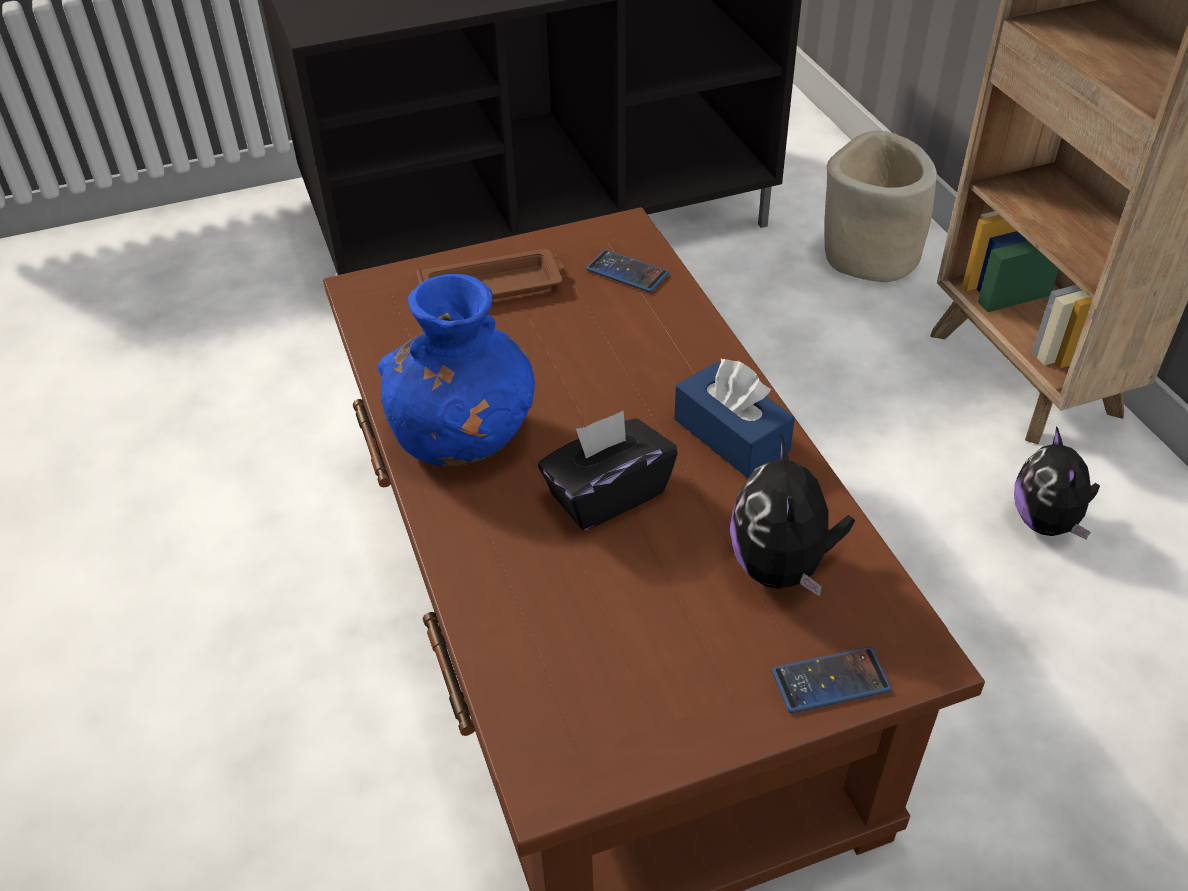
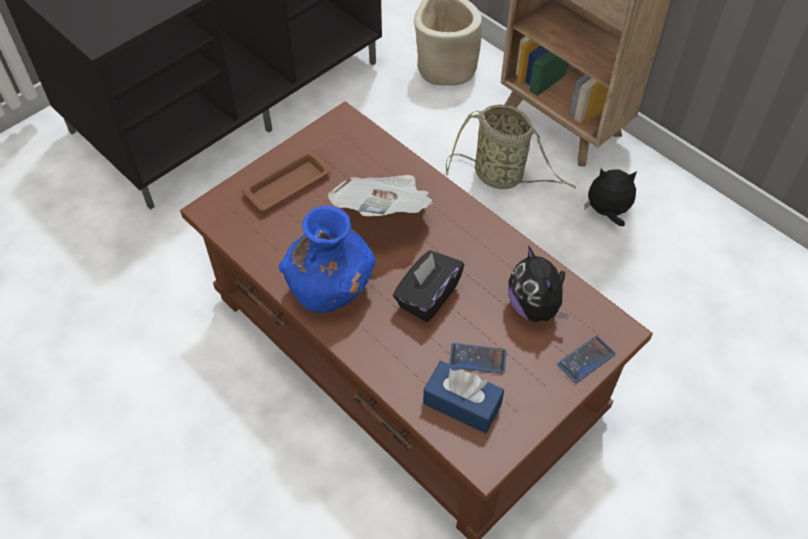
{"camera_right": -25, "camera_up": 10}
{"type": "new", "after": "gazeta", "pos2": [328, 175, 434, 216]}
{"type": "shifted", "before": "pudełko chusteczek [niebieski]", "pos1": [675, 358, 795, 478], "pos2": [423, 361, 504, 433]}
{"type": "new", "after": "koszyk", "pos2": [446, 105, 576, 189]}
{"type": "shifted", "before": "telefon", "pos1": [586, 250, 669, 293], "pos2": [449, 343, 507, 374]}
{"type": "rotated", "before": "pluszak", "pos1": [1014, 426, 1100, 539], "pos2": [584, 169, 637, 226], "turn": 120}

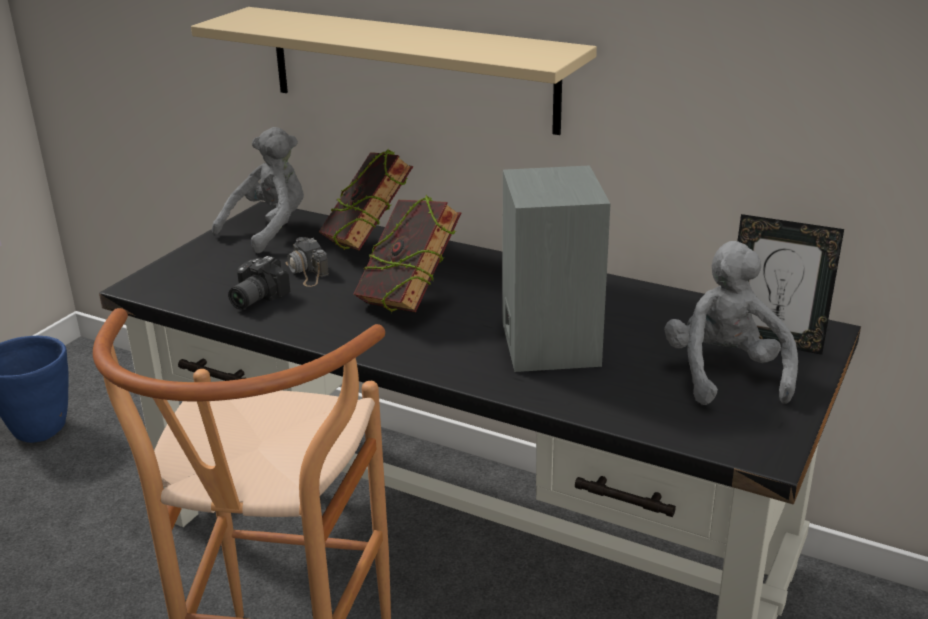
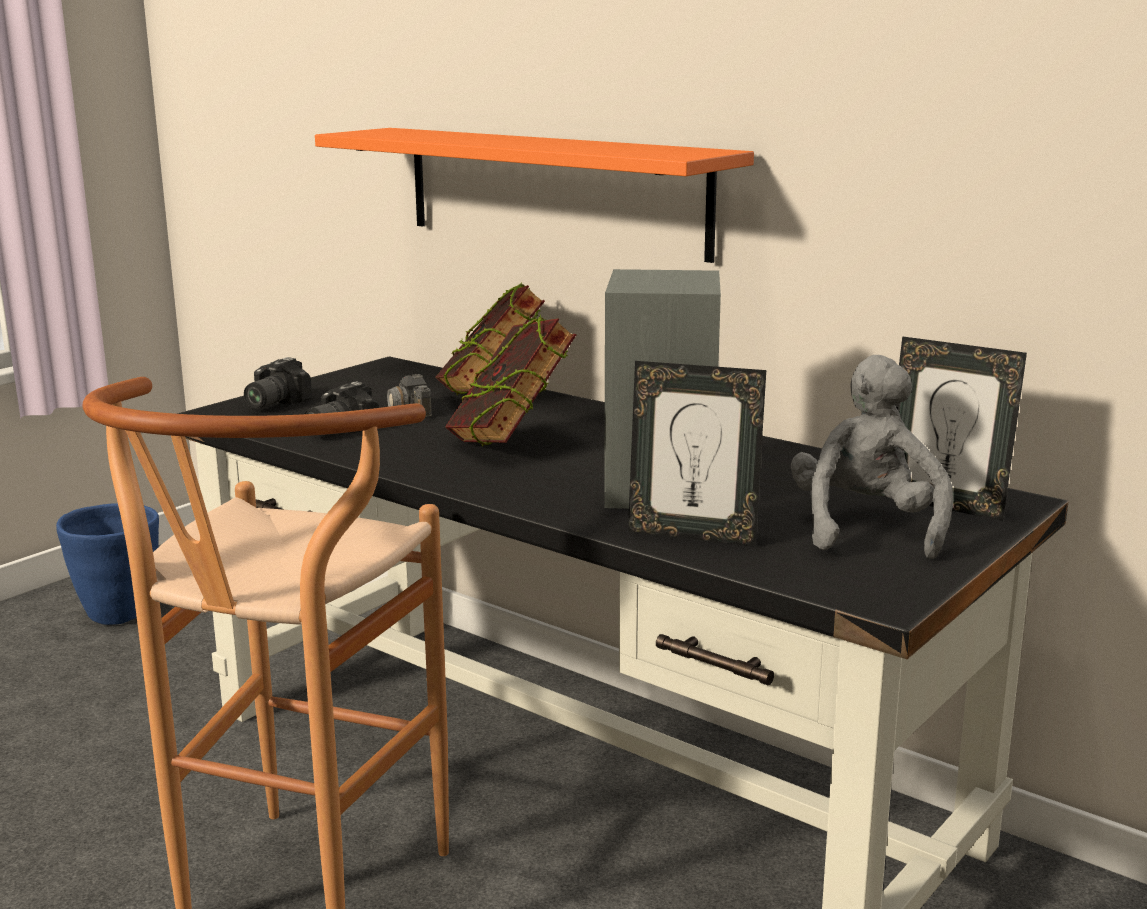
{"camera_right": 10, "camera_up": -10}
{"type": "new", "after": "aparat fotograficzny", "pos2": [244, 357, 312, 408]}
{"type": "repainted", "before": "półka [beżowy]", "after": "półka [pomarańczowy]", "pos1": [191, 7, 597, 135], "pos2": [315, 128, 754, 263]}
{"type": "new", "after": "ramka na zdjęcie", "pos2": [628, 361, 766, 547]}
{"type": "gone", "before": "pluszak [szary]", "pos1": [212, 127, 304, 254]}

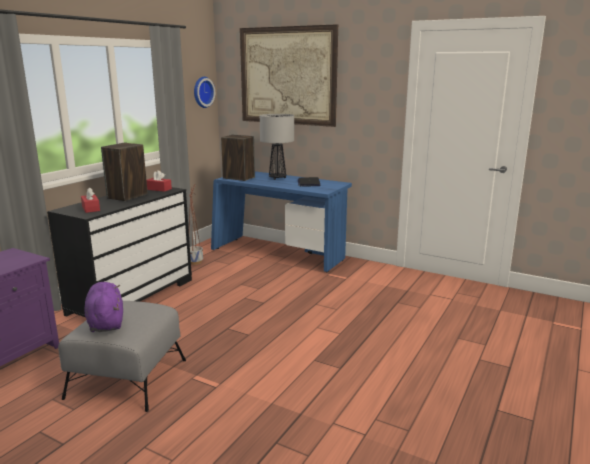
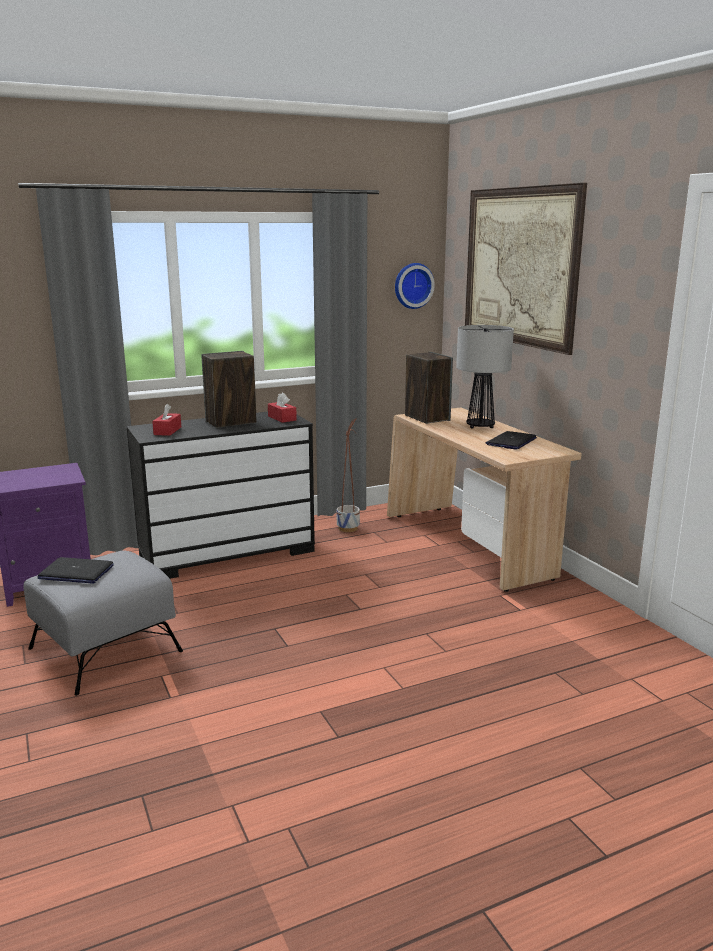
{"camera_right": 35, "camera_up": 0}
{"type": "swapped", "before": "pluszak [fioletowy]", "after": "laptop", "pos1": [84, 282, 123, 332], "pos2": [38, 557, 114, 583]}
{"type": "repainted", "before": "biurko [niebieski]", "after": "biurko [beżowy]", "pos1": [211, 171, 352, 272], "pos2": [387, 407, 582, 592]}

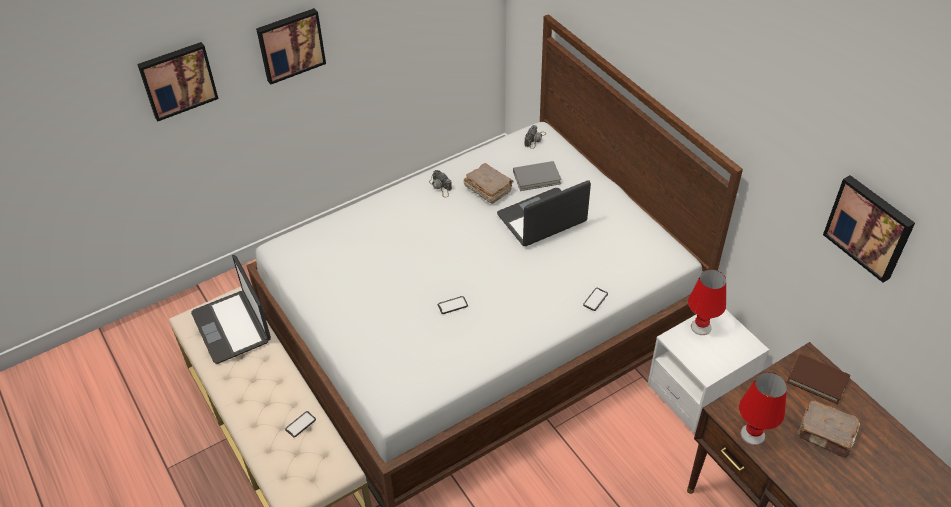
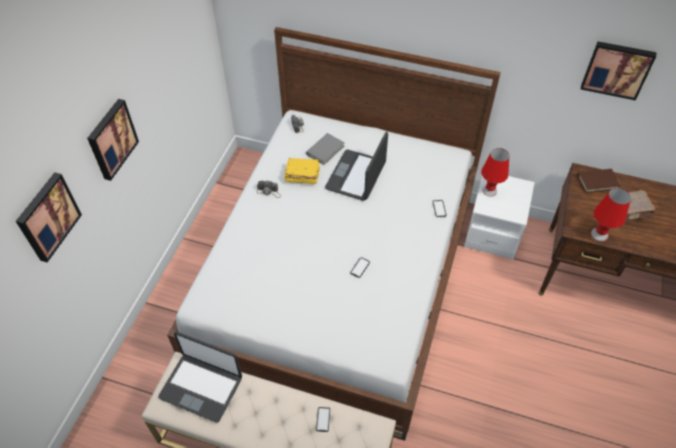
{"camera_right": -40, "camera_up": 5}
{"type": "repainted", "before": "książka [brązowy]", "after": "książka [żółty]", "pos1": [464, 163, 513, 204], "pos2": [284, 158, 320, 184]}

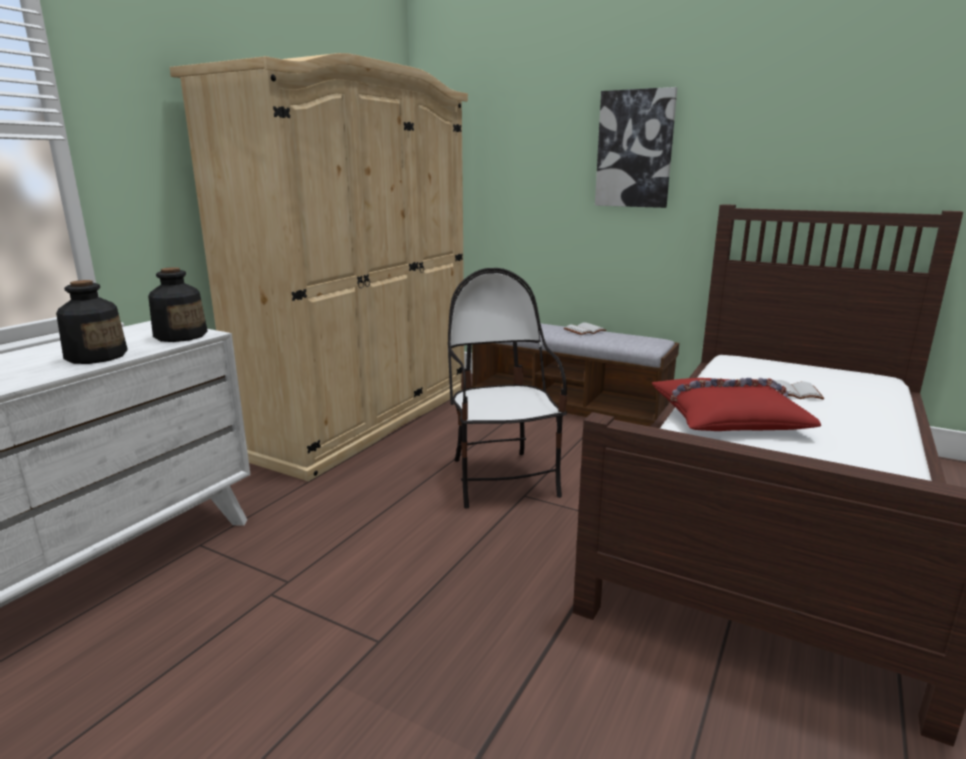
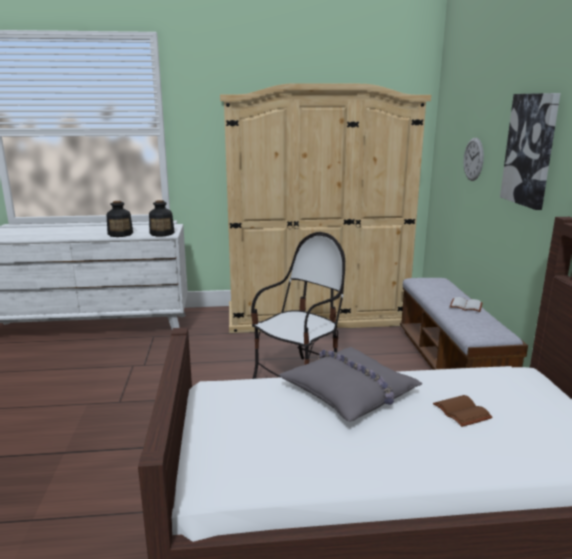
{"camera_right": 55, "camera_up": 0}
{"type": "repainted", "before": "poduszka [czerwony]", "after": "poduszka [szary]", "pos1": [652, 378, 822, 431], "pos2": [279, 347, 422, 422]}
{"type": "repainted", "before": "książka [biały]", "after": "książka [brązowy]", "pos1": [775, 380, 825, 400], "pos2": [433, 395, 493, 427]}
{"type": "new", "after": "zegar ścienny", "pos2": [463, 138, 484, 181]}

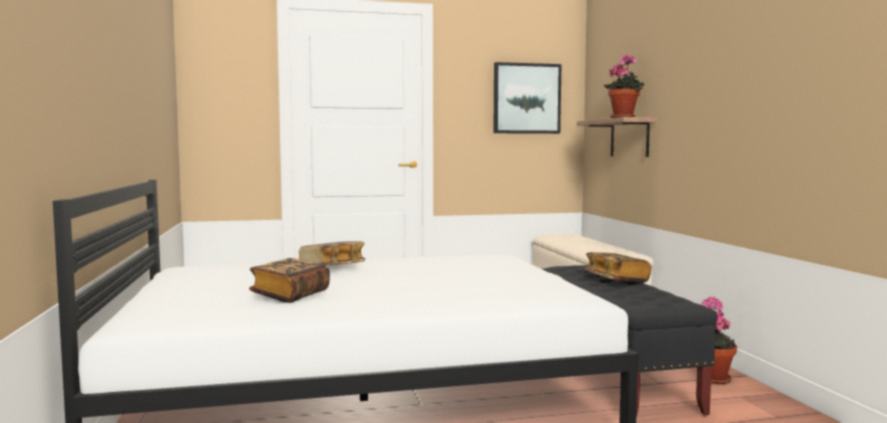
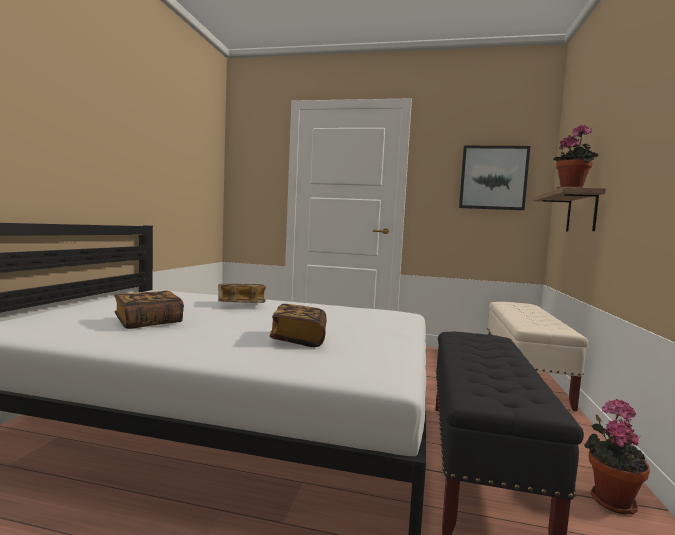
{"camera_right": 25, "camera_up": 0}
{"type": "shifted", "before": "książka", "pos1": [584, 252, 651, 283], "pos2": [270, 304, 327, 347]}

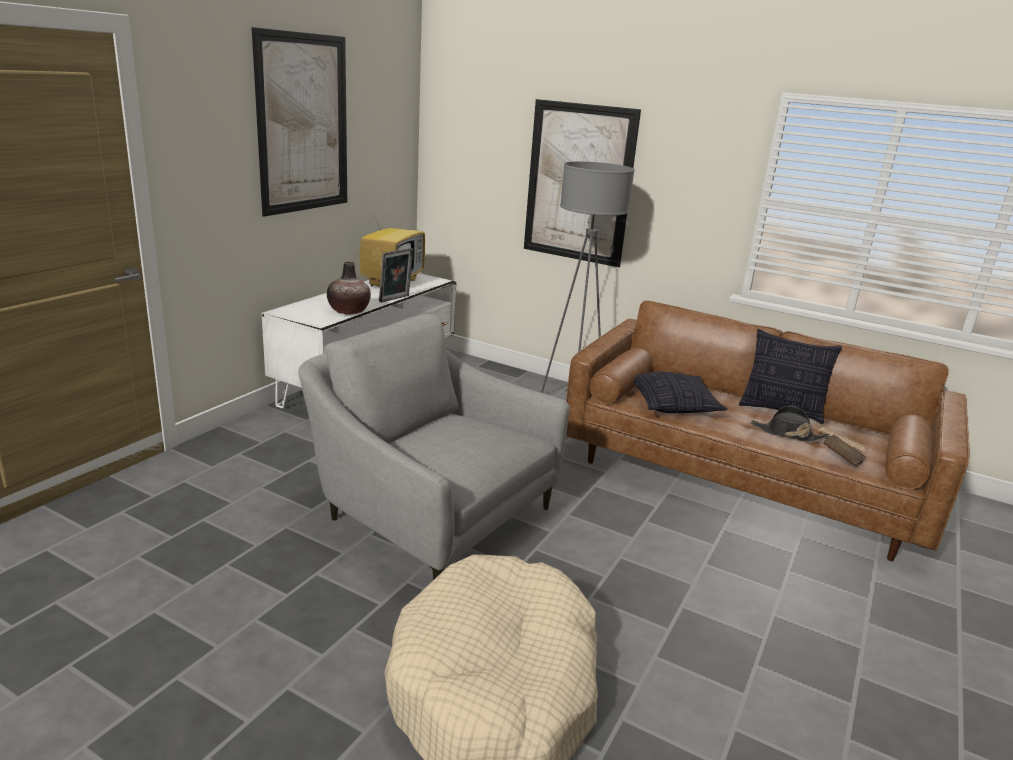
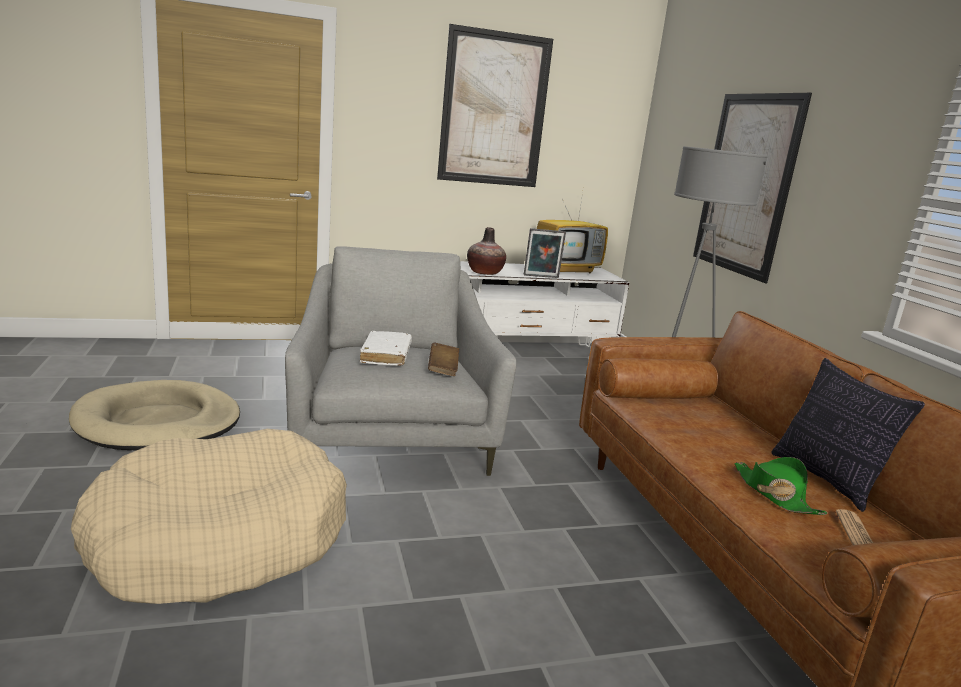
{"camera_right": 45, "camera_up": -5}
{"type": "new", "after": "legowisko [beżowy]", "pos2": [69, 380, 240, 450]}
{"type": "new", "after": "książka [biały]", "pos2": [360, 331, 412, 366]}
{"type": "shifted", "before": "książka [brązowy]", "pos1": [823, 435, 867, 467], "pos2": [428, 343, 459, 376]}
{"type": "repainted", "before": "kapelusz [czarny]", "after": "kapelusz [zielony]", "pos1": [751, 406, 830, 442], "pos2": [734, 457, 828, 515]}
{"type": "gone", "before": "poduszka", "pos1": [633, 372, 728, 413]}

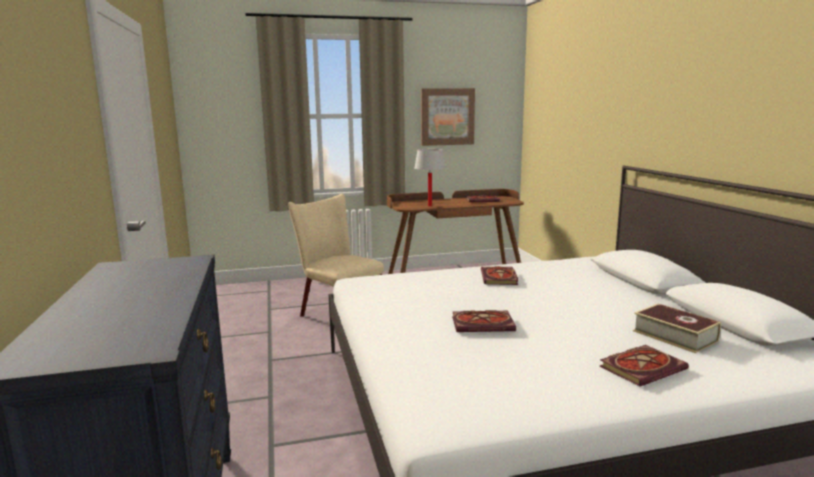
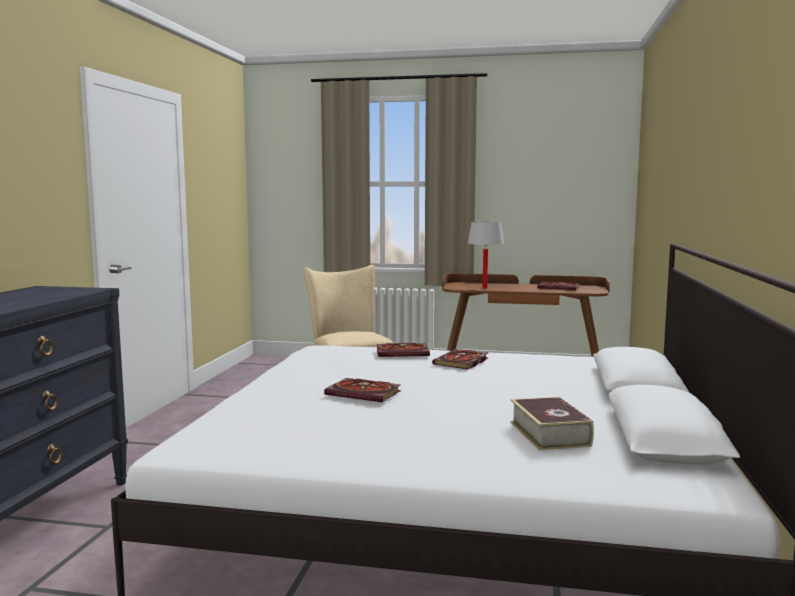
{"camera_right": 25, "camera_up": -5}
{"type": "shifted", "before": "książka", "pos1": [600, 345, 689, 387], "pos2": [377, 343, 430, 357]}
{"type": "gone", "before": "obraz", "pos1": [421, 88, 475, 146]}

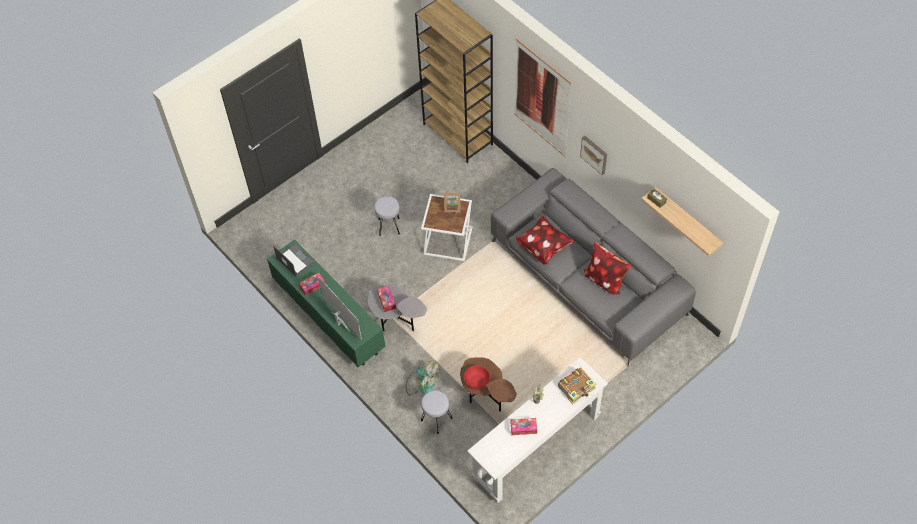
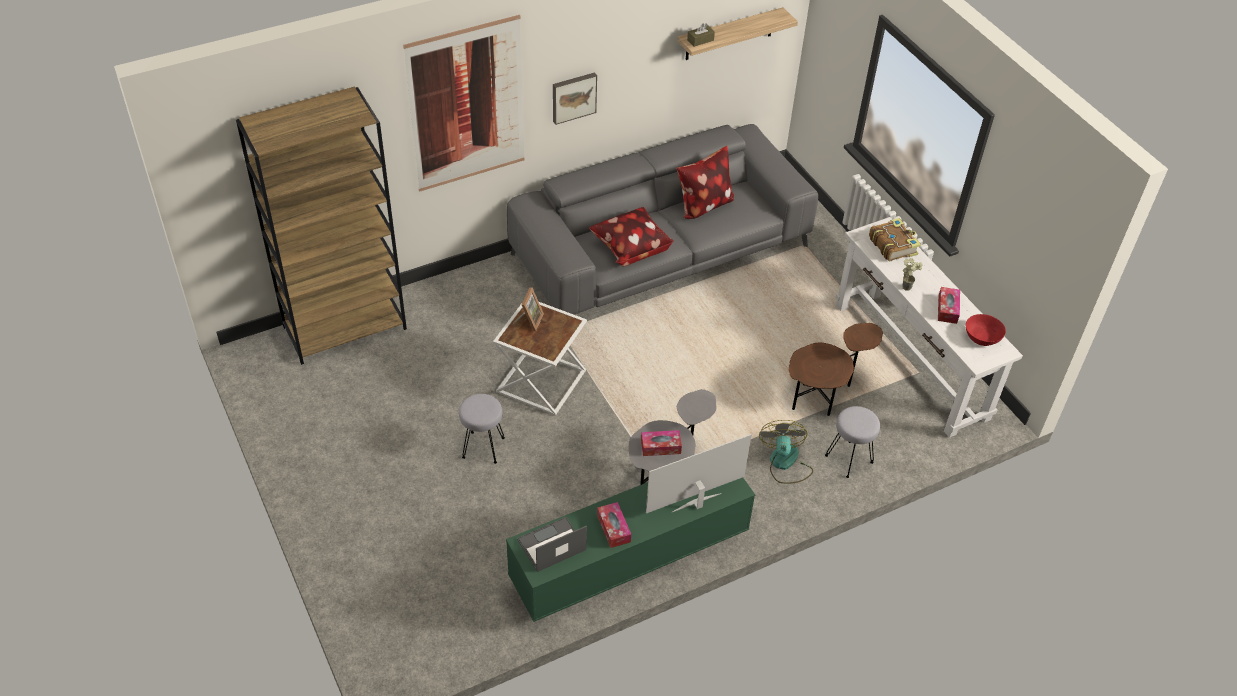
{"camera_right": -80, "camera_up": -10}
{"type": "rotated", "before": "wentylator", "pos1": [406, 360, 440, 395], "pos2": [759, 420, 813, 484], "turn": -45}
{"type": "shifted", "before": "miska [czerwony]", "pos1": [464, 366, 490, 390], "pos2": [966, 314, 1006, 346]}

